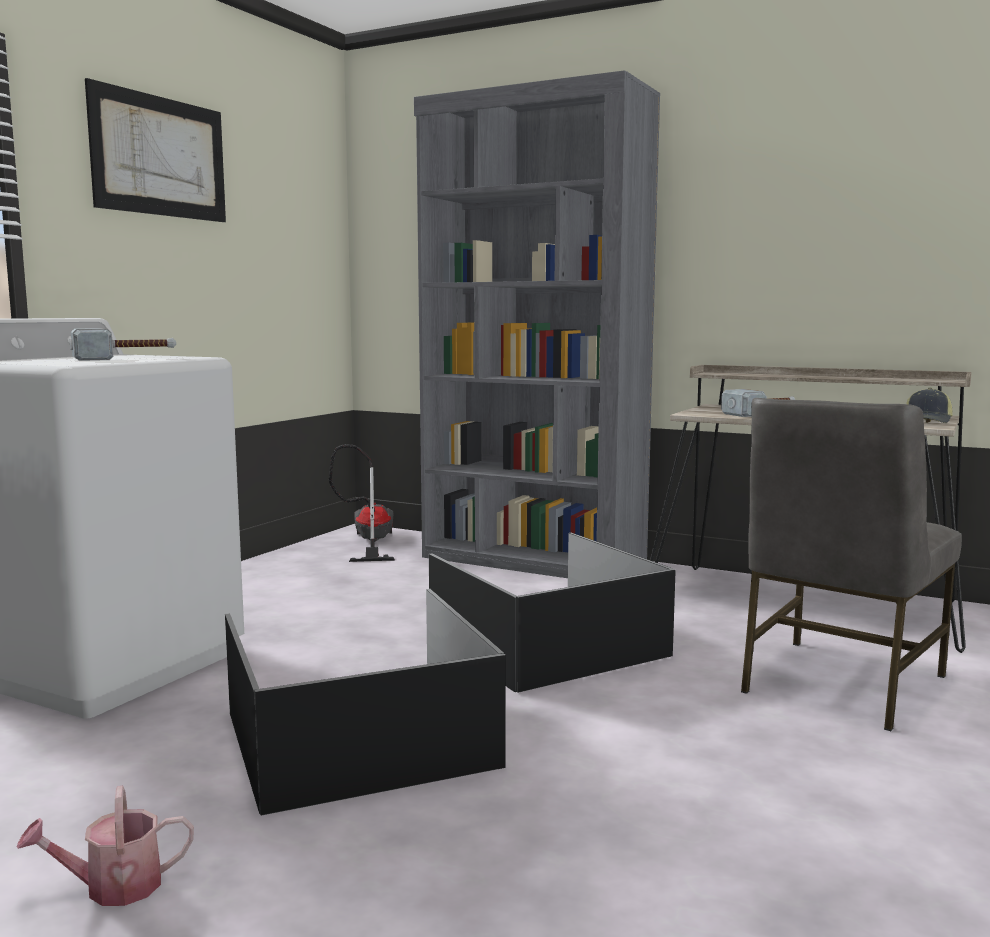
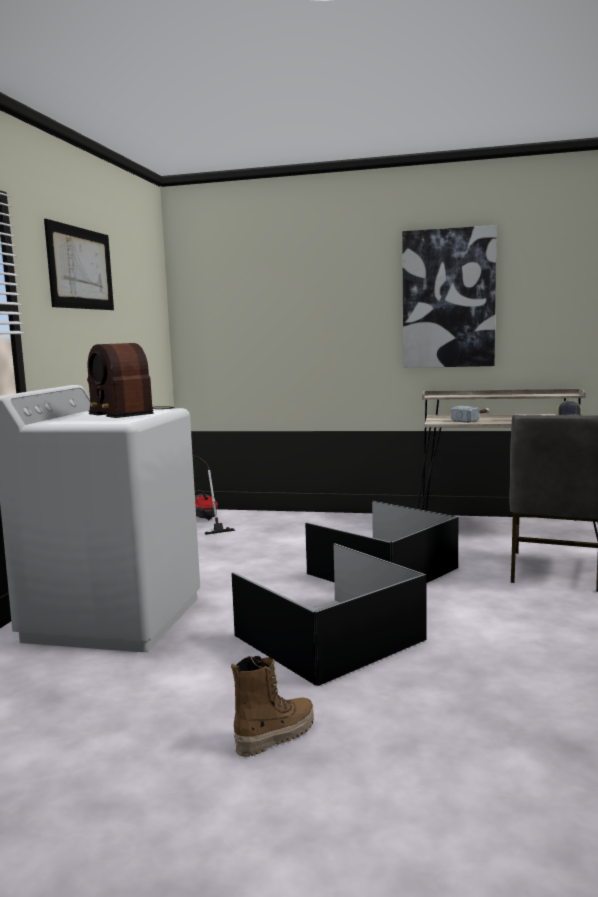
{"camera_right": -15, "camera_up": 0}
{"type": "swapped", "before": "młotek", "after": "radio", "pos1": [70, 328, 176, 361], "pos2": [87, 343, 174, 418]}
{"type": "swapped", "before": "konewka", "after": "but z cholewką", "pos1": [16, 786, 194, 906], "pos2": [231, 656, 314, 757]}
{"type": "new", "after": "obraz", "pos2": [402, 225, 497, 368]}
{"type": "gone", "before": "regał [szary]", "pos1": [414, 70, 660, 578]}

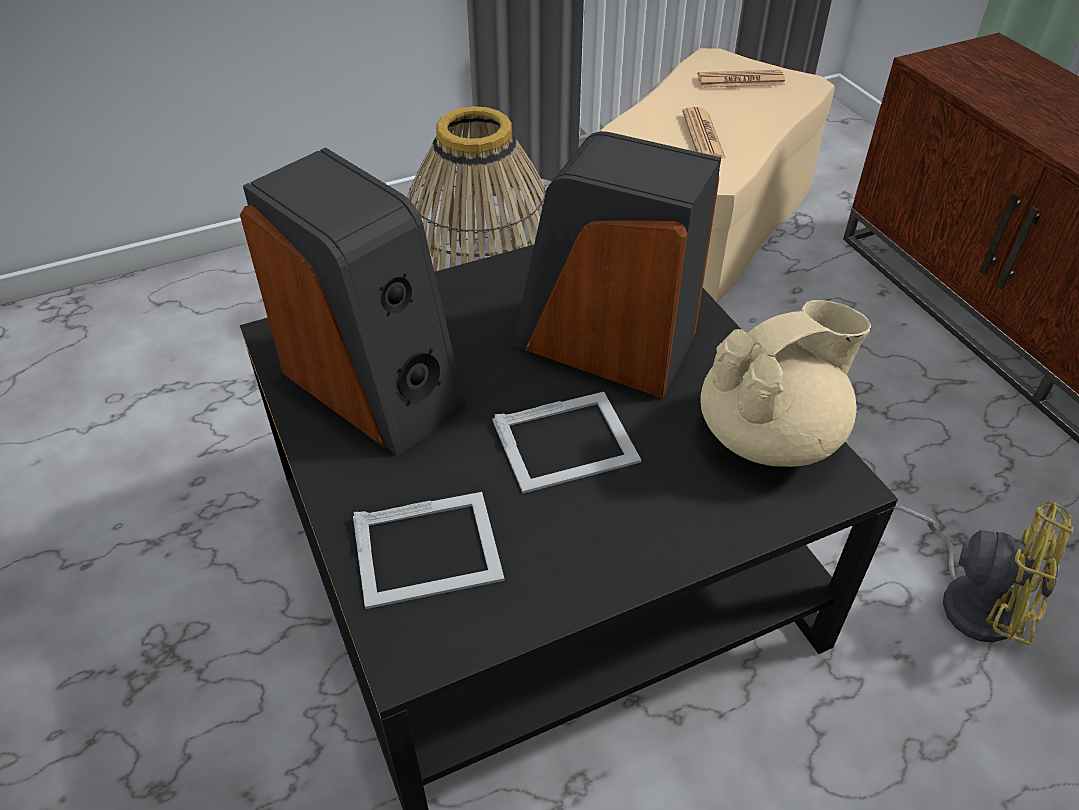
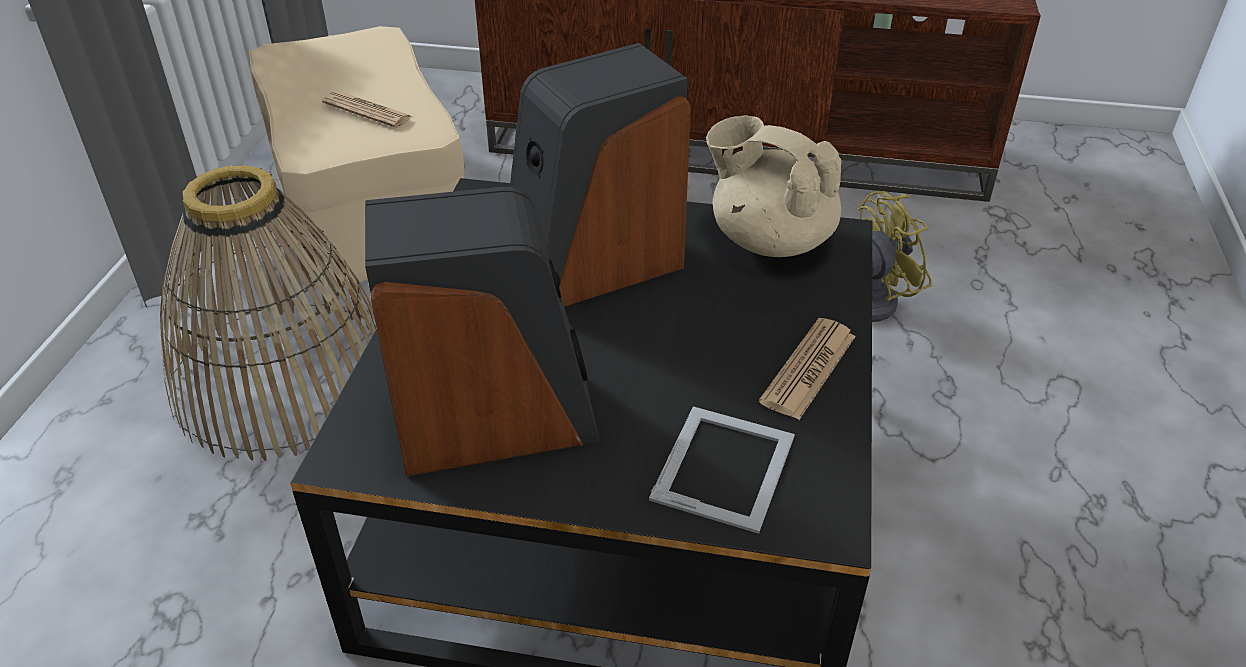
{"camera_right": -55, "camera_up": -5}
{"type": "rotated", "before": "imbryk [beżowy]", "pos1": [701, 300, 871, 467], "pos2": [706, 115, 842, 257], "turn": -60}
{"type": "shifted", "before": "gazeta", "pos1": [698, 70, 785, 88], "pos2": [759, 318, 856, 420]}
{"type": "gone", "before": "ramka na zdjęcie", "pos1": [492, 392, 641, 493]}

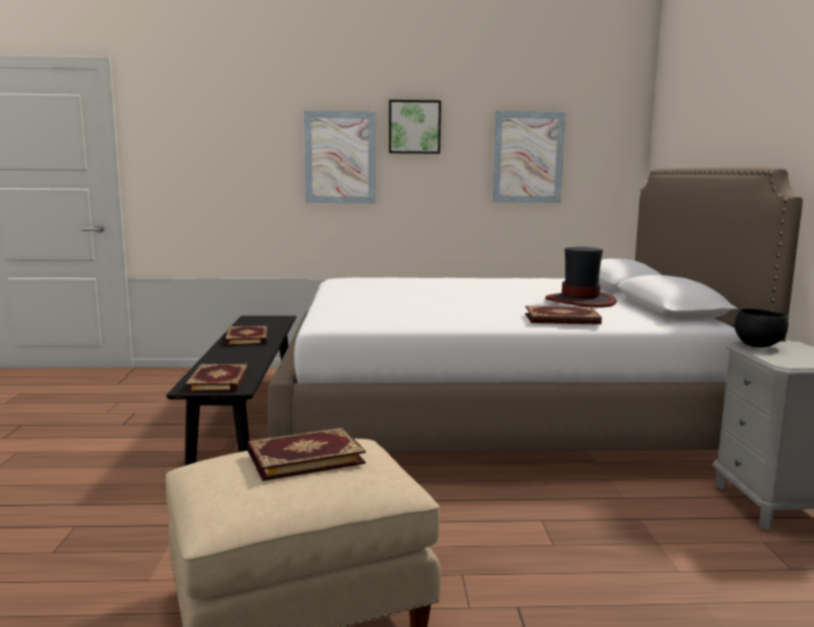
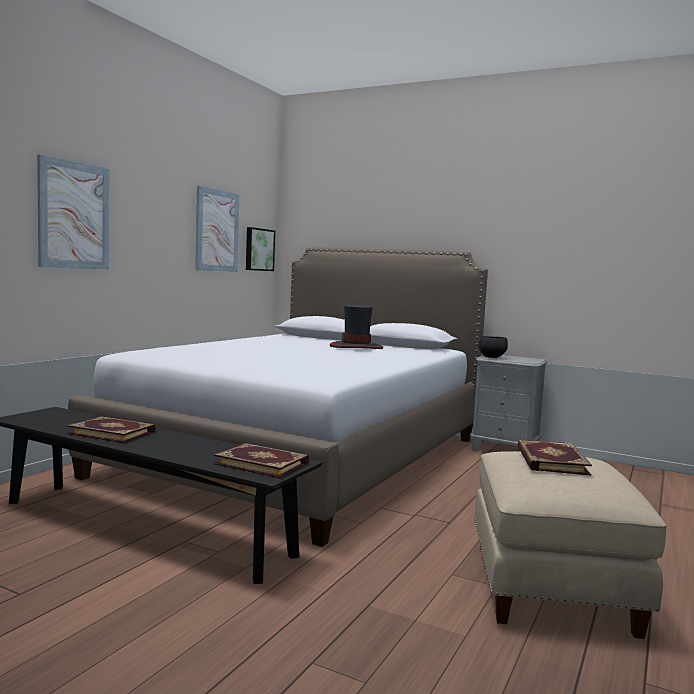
{"camera_right": -60, "camera_up": -5}
{"type": "shifted", "before": "obraz", "pos1": [389, 100, 441, 154], "pos2": [246, 227, 275, 271]}
{"type": "gone", "before": "książka", "pos1": [525, 306, 602, 325]}

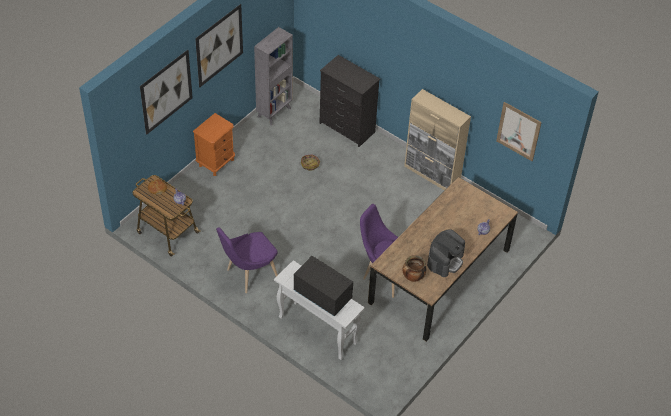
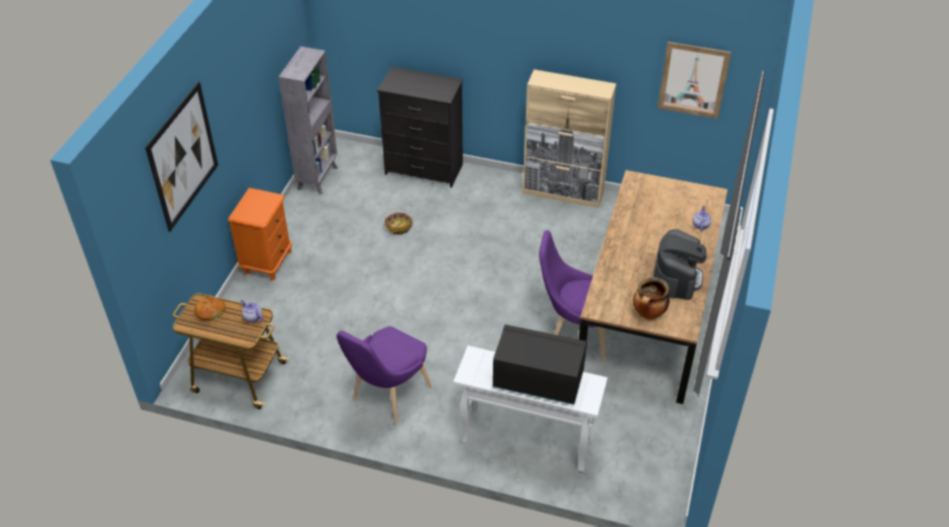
{"camera_right": -20, "camera_up": -5}
{"type": "gone", "before": "obraz", "pos1": [195, 4, 243, 87]}

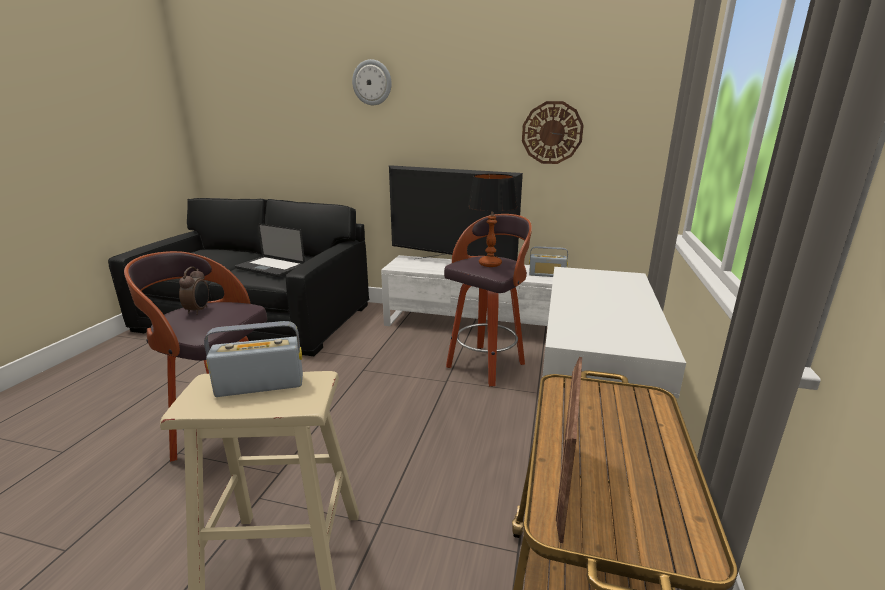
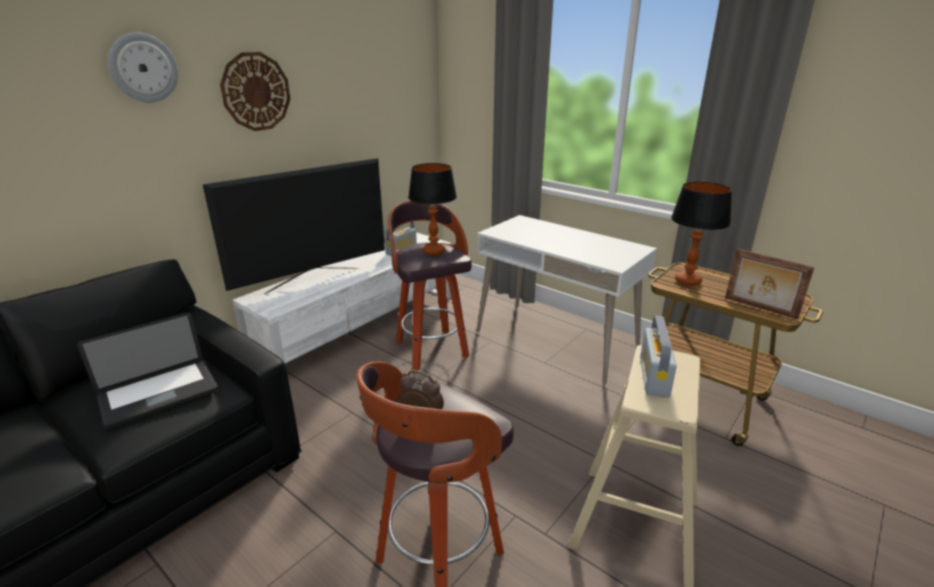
{"camera_right": -65, "camera_up": 5}
{"type": "shifted", "before": "zegar ścienny", "pos1": [522, 101, 584, 164], "pos2": [220, 52, 290, 131]}
{"type": "new", "after": "lampa stołowa", "pos2": [671, 182, 732, 286]}

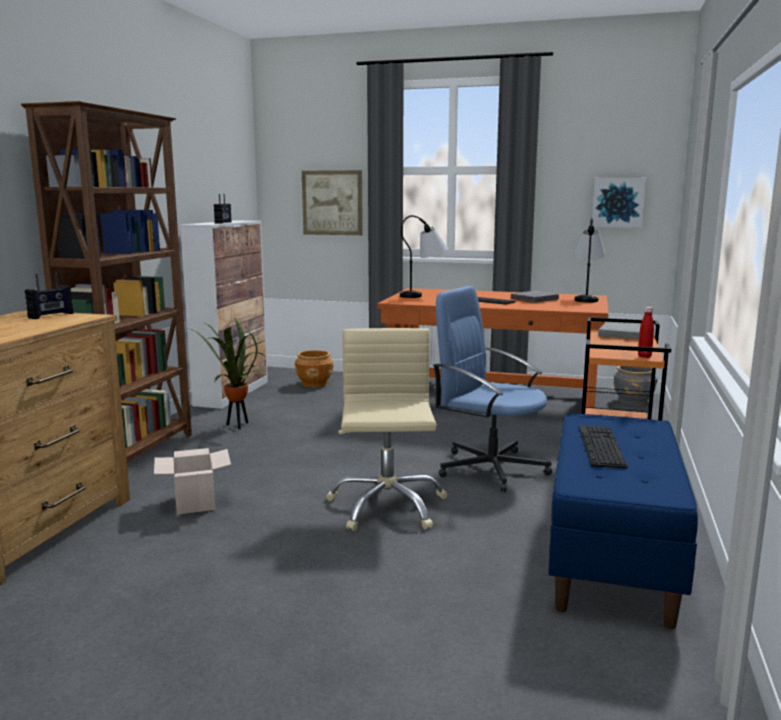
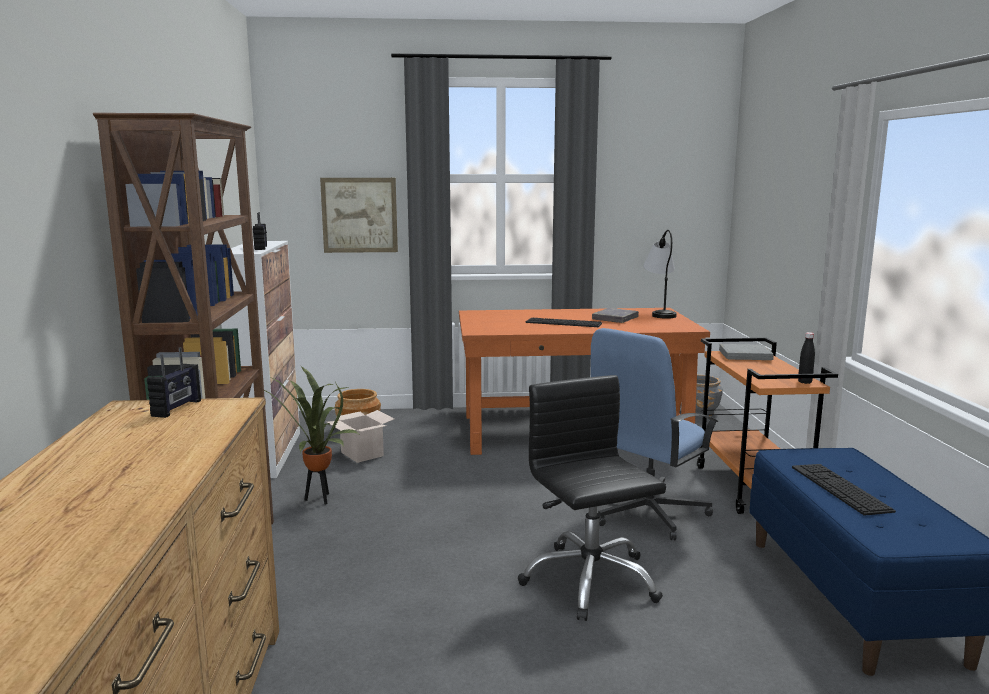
{"camera_right": -20, "camera_up": 0}
{"type": "shifted", "before": "karton", "pos1": [154, 448, 231, 514], "pos2": [327, 410, 394, 463]}
{"type": "repainted", "before": "krzesło biurowe [beżowy]", "after": "krzesło biurowe [czarny]", "pos1": [326, 328, 448, 531], "pos2": [518, 375, 666, 621]}
{"type": "rotated", "before": "krzesło biurowe [niebieski]", "pos1": [433, 286, 552, 492], "pos2": [591, 328, 719, 541], "turn": -60}
{"type": "repainted", "before": "butelka [czerwony]", "after": "butelka [czarny]", "pos1": [638, 307, 654, 358], "pos2": [798, 332, 815, 384]}
{"type": "gone", "before": "lampa stołowa", "pos1": [400, 215, 448, 298]}
{"type": "gone", "before": "obraz", "pos1": [592, 178, 646, 228]}

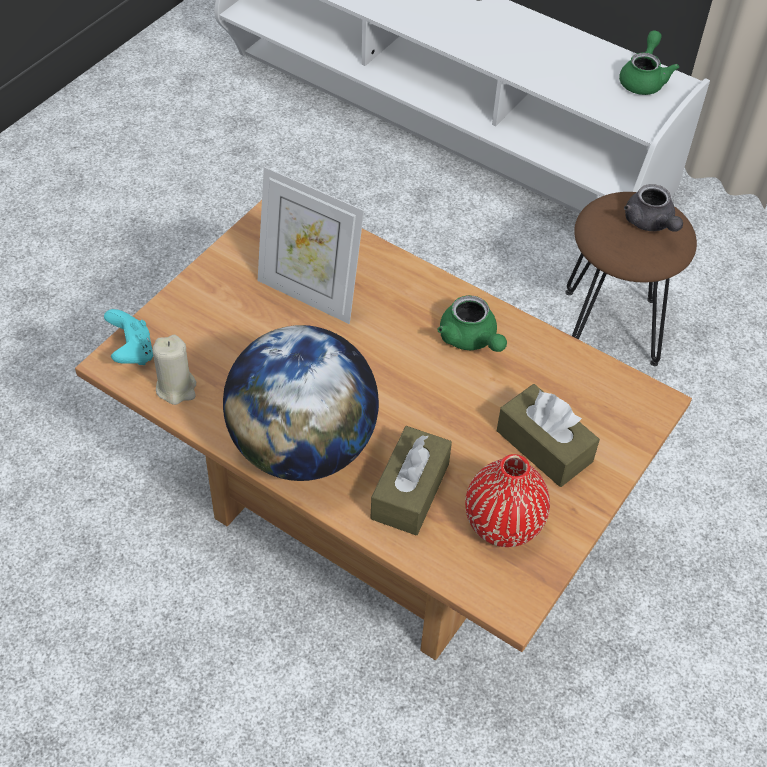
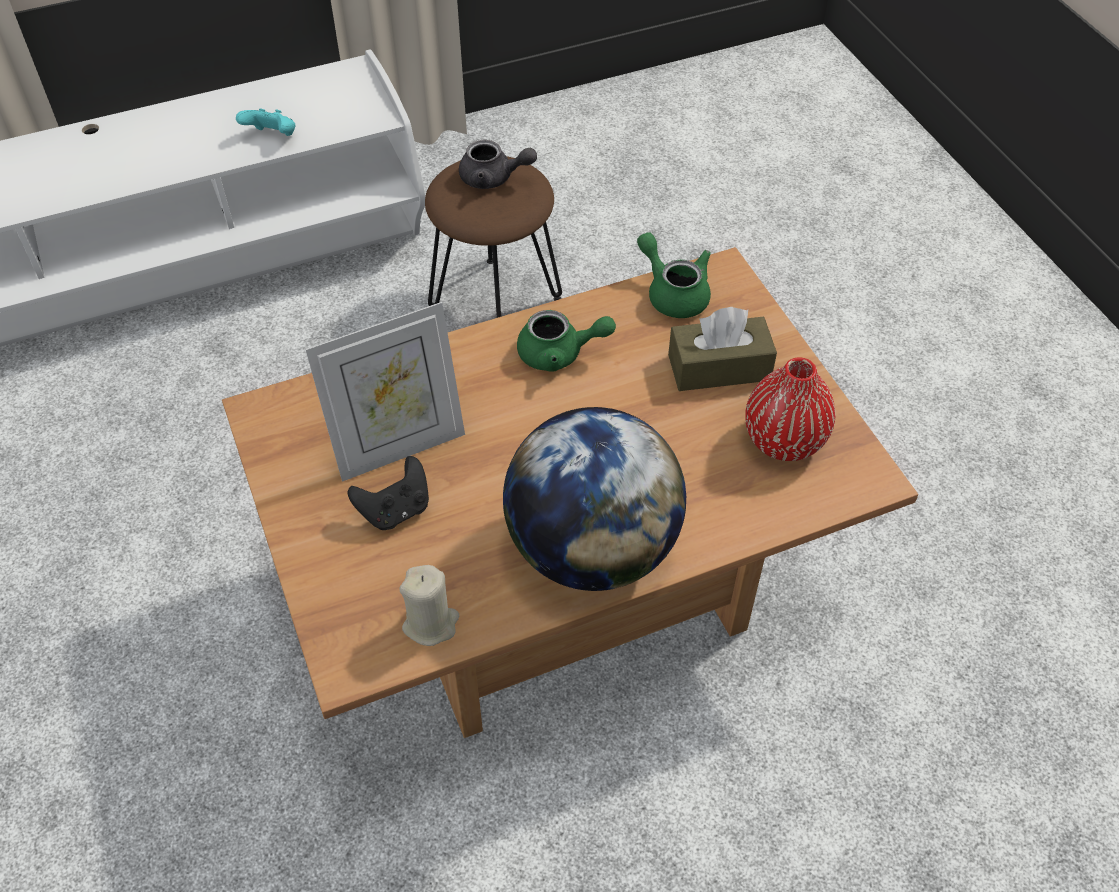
{"camera_right": -55, "camera_up": 0}
{"type": "shifted", "before": "pad do gier [turkusowy]", "pos1": [104, 309, 153, 365], "pos2": [236, 108, 296, 136]}
{"type": "new", "after": "pad do gier [czarny]", "pos2": [348, 456, 429, 530]}
{"type": "shifted", "before": "imbryk [zielony]", "pos1": [619, 30, 679, 95], "pos2": [637, 232, 711, 318]}
{"type": "gone", "before": "pudełko chusteczek [brązowy]", "pos1": [370, 426, 452, 535]}

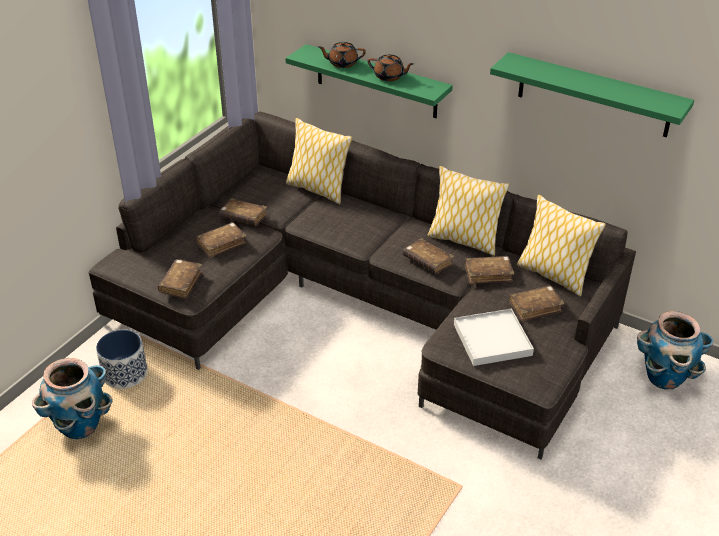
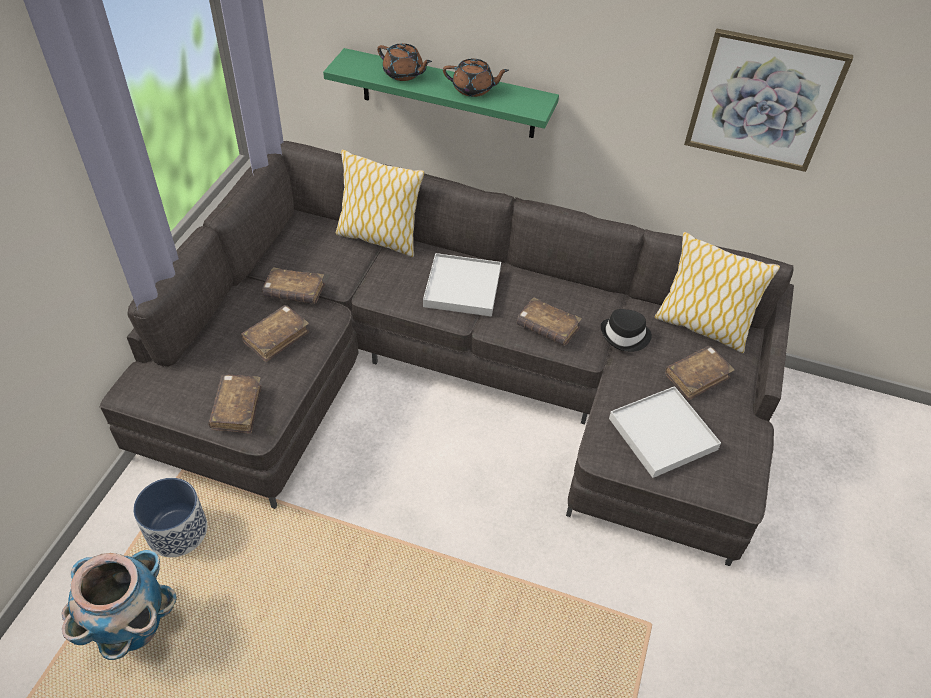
{"camera_right": -15, "camera_up": 10}
{"type": "rotated", "before": "imbryk [brązowy]", "pos1": [318, 41, 366, 68], "pos2": [377, 43, 432, 81], "turn": -135}
{"type": "new", "after": "taca [biały]", "pos2": [423, 253, 501, 317]}
{"type": "swapped", "before": "książka [brązowy]", "after": "kapelusz [czarny]", "pos1": [465, 256, 514, 284], "pos2": [601, 309, 652, 352]}
{"type": "swapped", "before": "półka [zielony]", "after": "obraz", "pos1": [490, 52, 694, 138], "pos2": [684, 28, 853, 172]}
{"type": "gone", "before": "poduszka", "pos1": [428, 166, 509, 256]}
{"type": "gone", "before": "donica", "pos1": [637, 311, 713, 390]}

